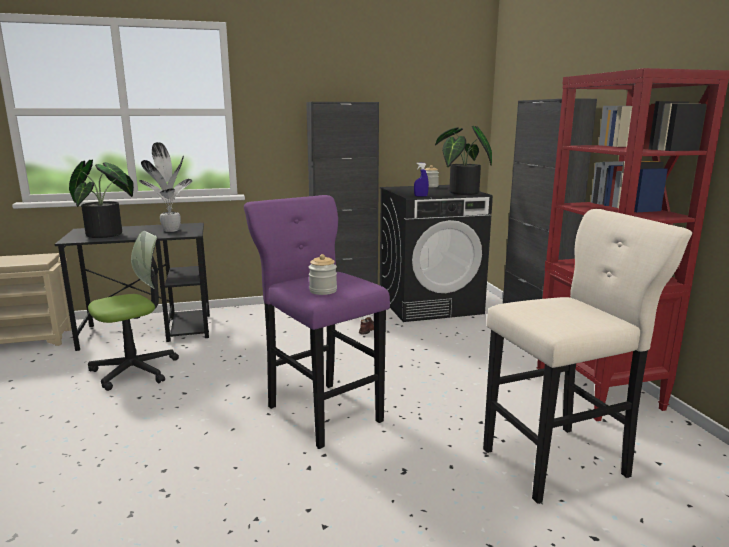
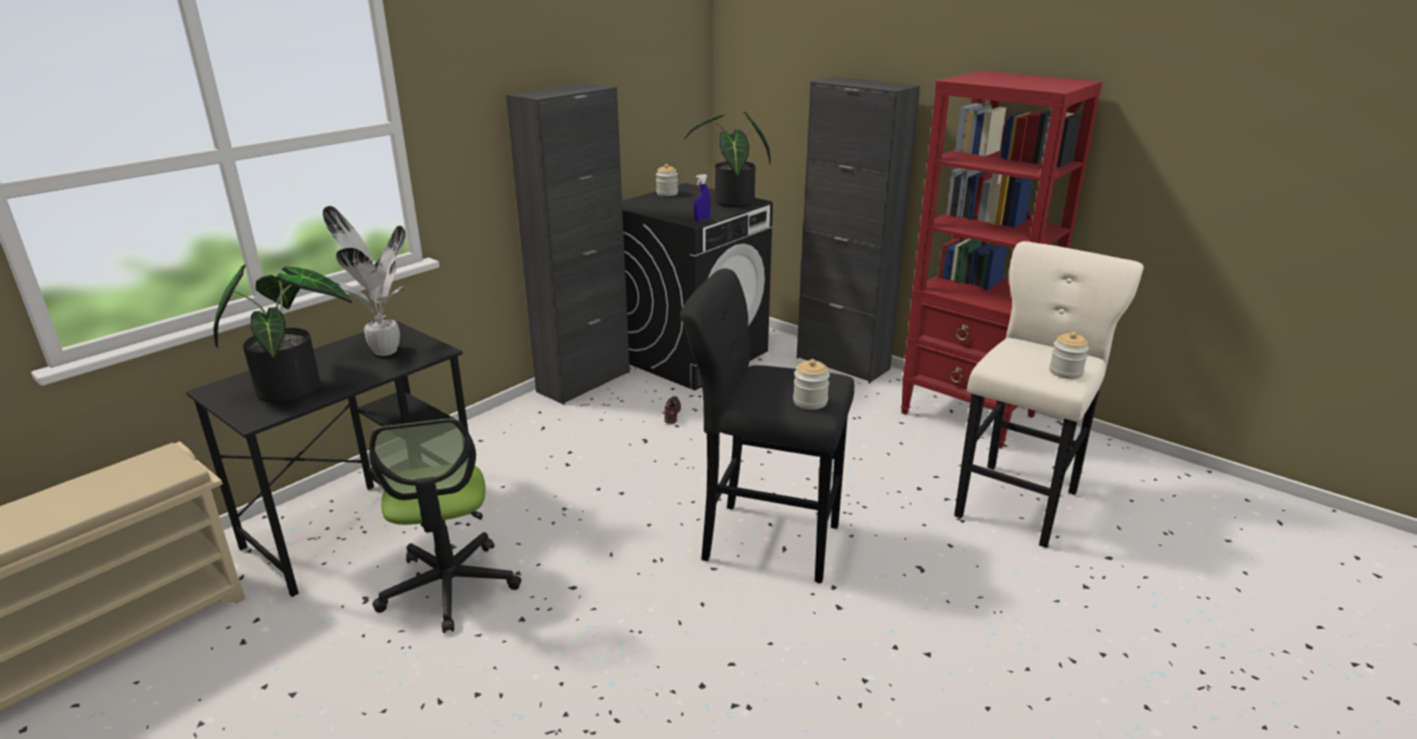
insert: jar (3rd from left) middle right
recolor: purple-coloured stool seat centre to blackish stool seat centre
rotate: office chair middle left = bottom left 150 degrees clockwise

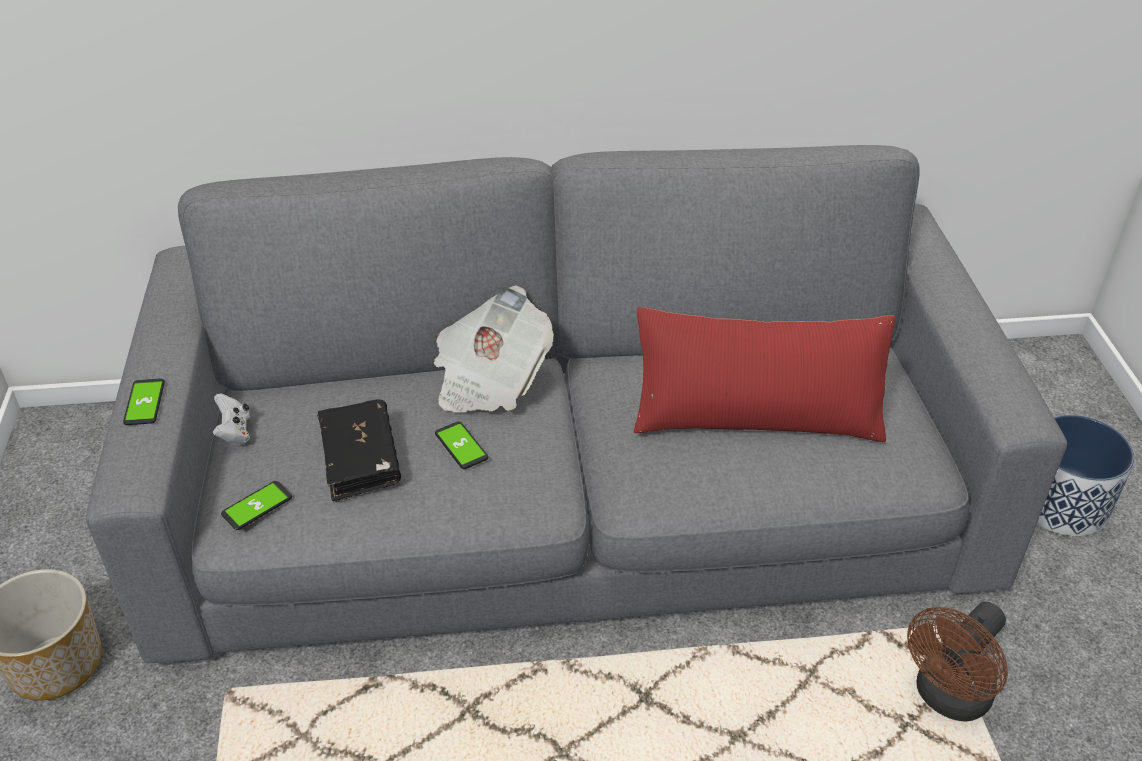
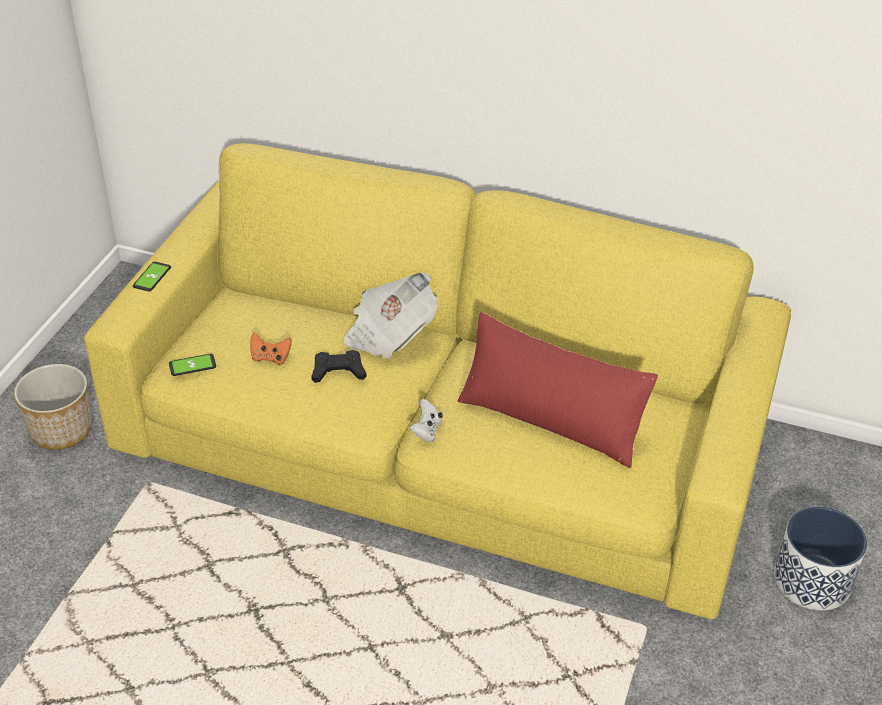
delete: brownish cooling fan bottom right
move: whitish gamepad middle left to centre
replace: blackish volume middle left to orangey gamepad middle left; telephone (3rd from left) centre to blackish gamepad centre
recolor: gray couch centre to yellow-coloured couch centre

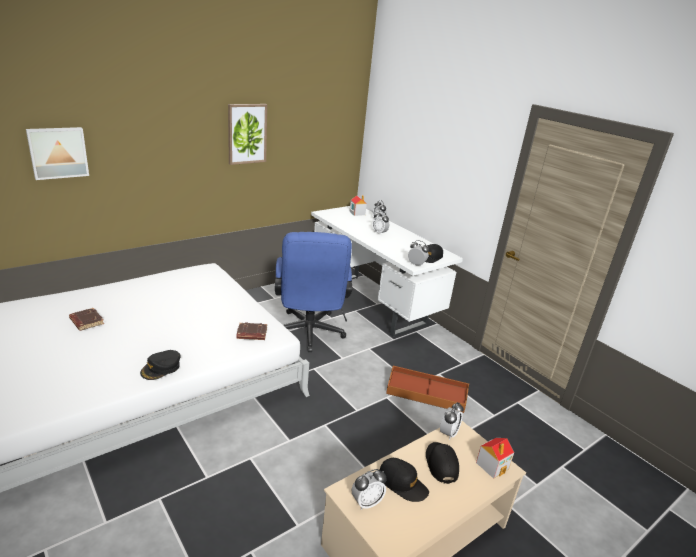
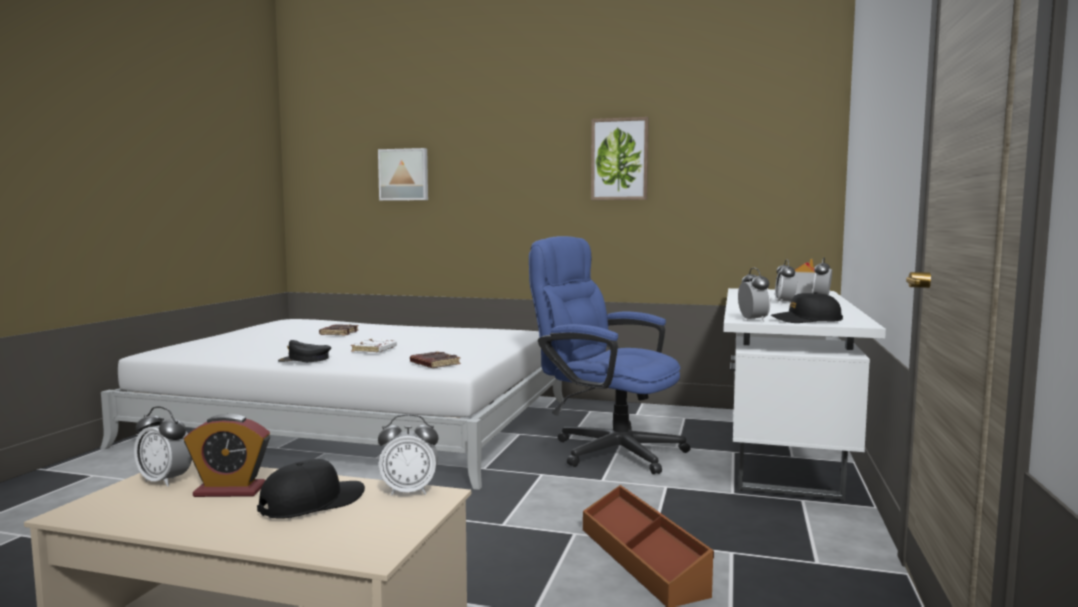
delete: miniature house (2nd from left) bottom right
insert: whitish volume centre
replace: blackish cap (2nd from left) bottom centre to bedside clock (2nd from left) bottom left
rotate: blue-coloured office chair centre = centre 75 degrees clockwise

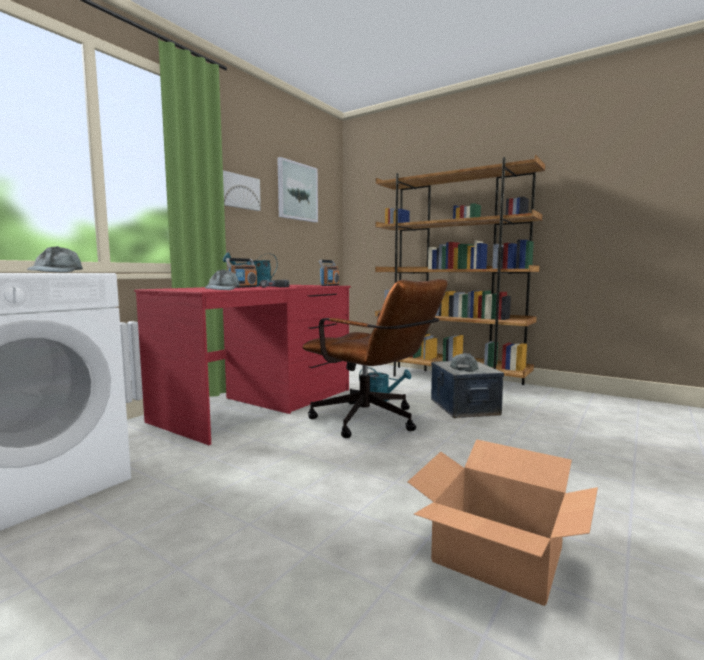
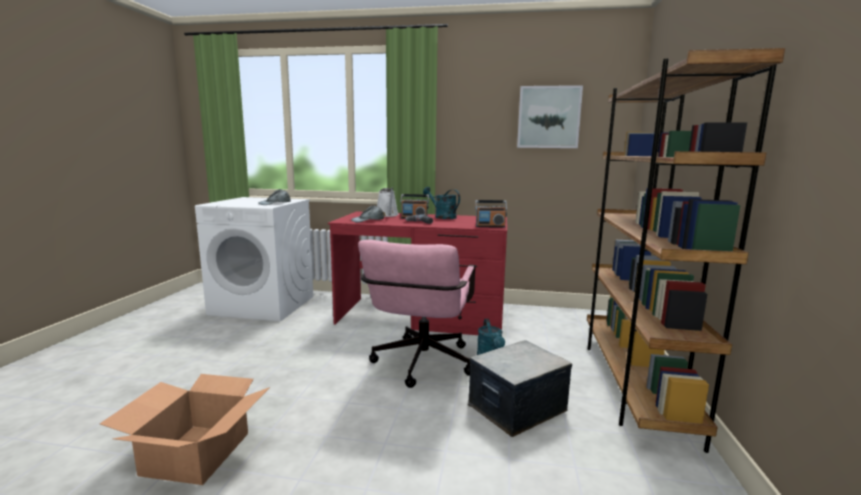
delete: wall picture (1st from left) top centre; gray cap (3rd from left) centre
insert: whitish watering can centre
recolor: brownish office chair centre to pink office chair centre

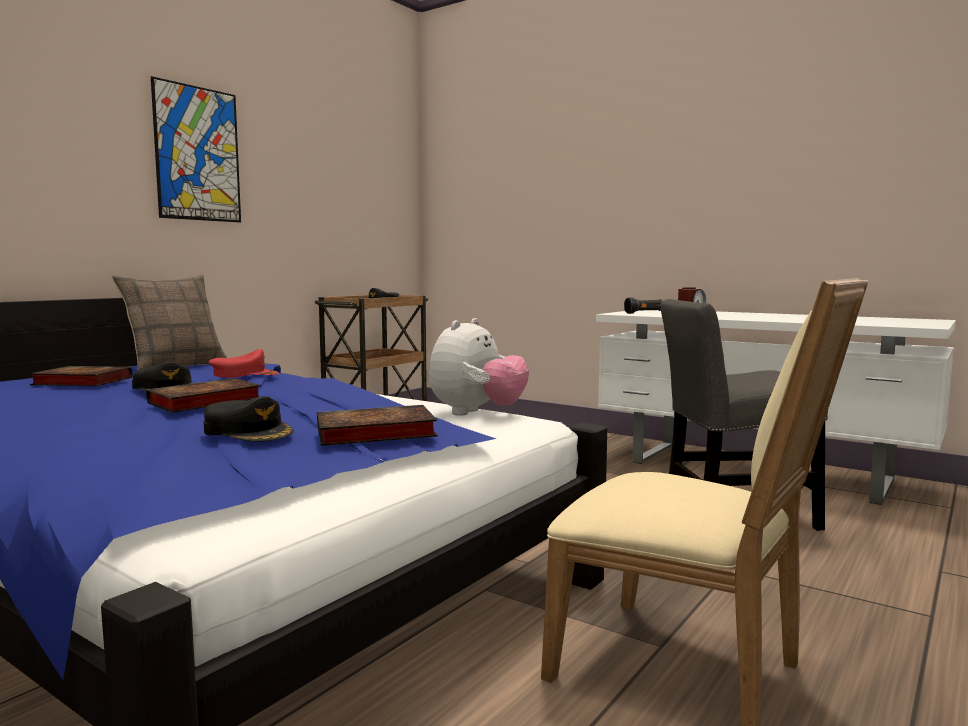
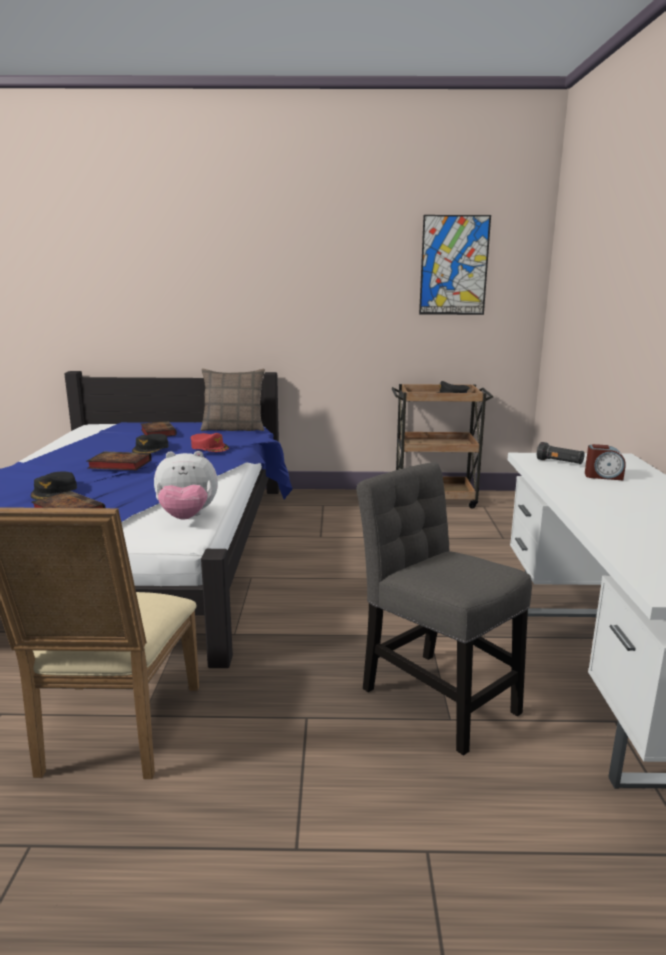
move: wall picture top left to top right

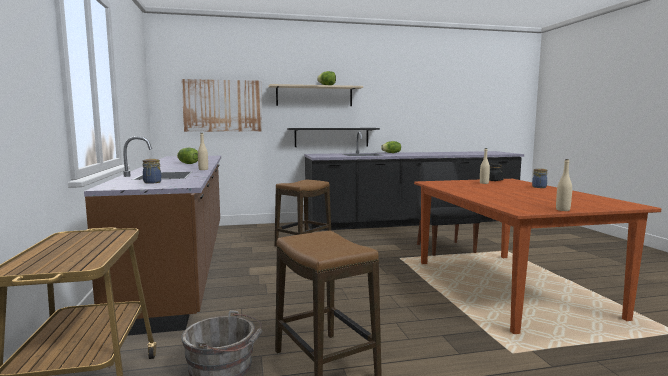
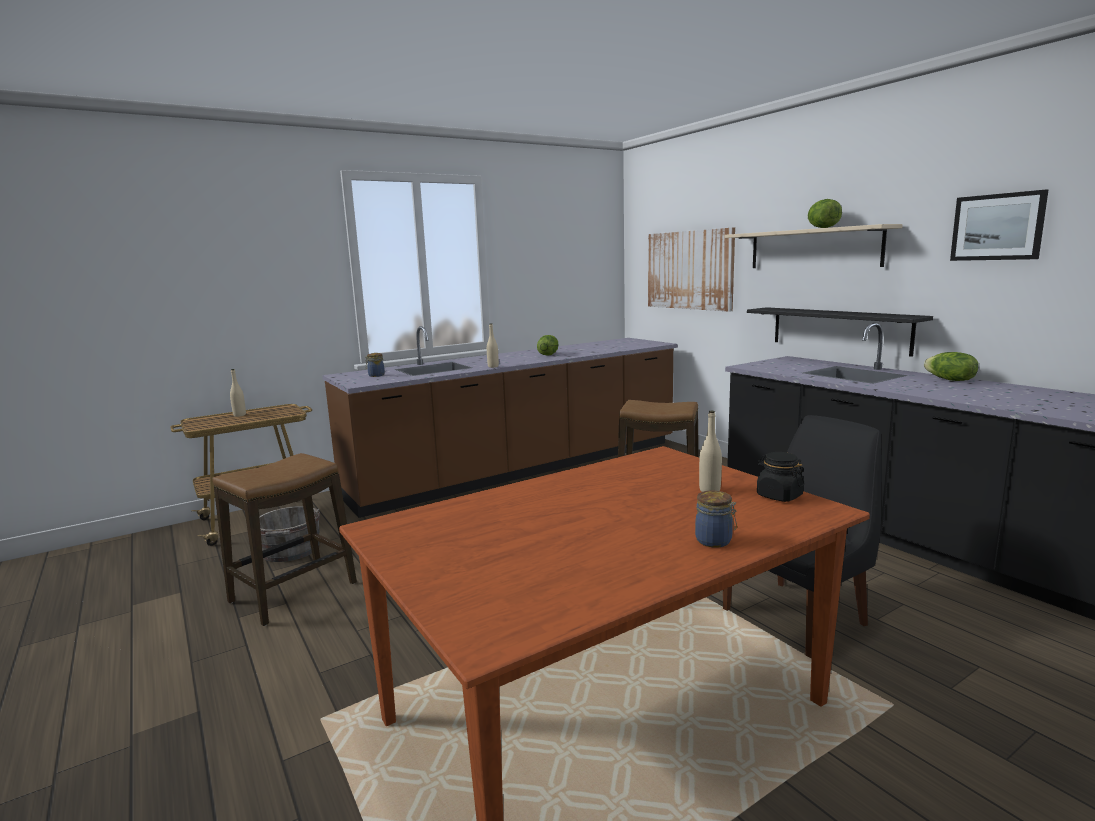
insert: wall picture (2nd from left) top right
move: sand-coloured beverage bottle (3rd from left in the first image) middle right to sand-coloured beverage bottle (1st from left) middle left

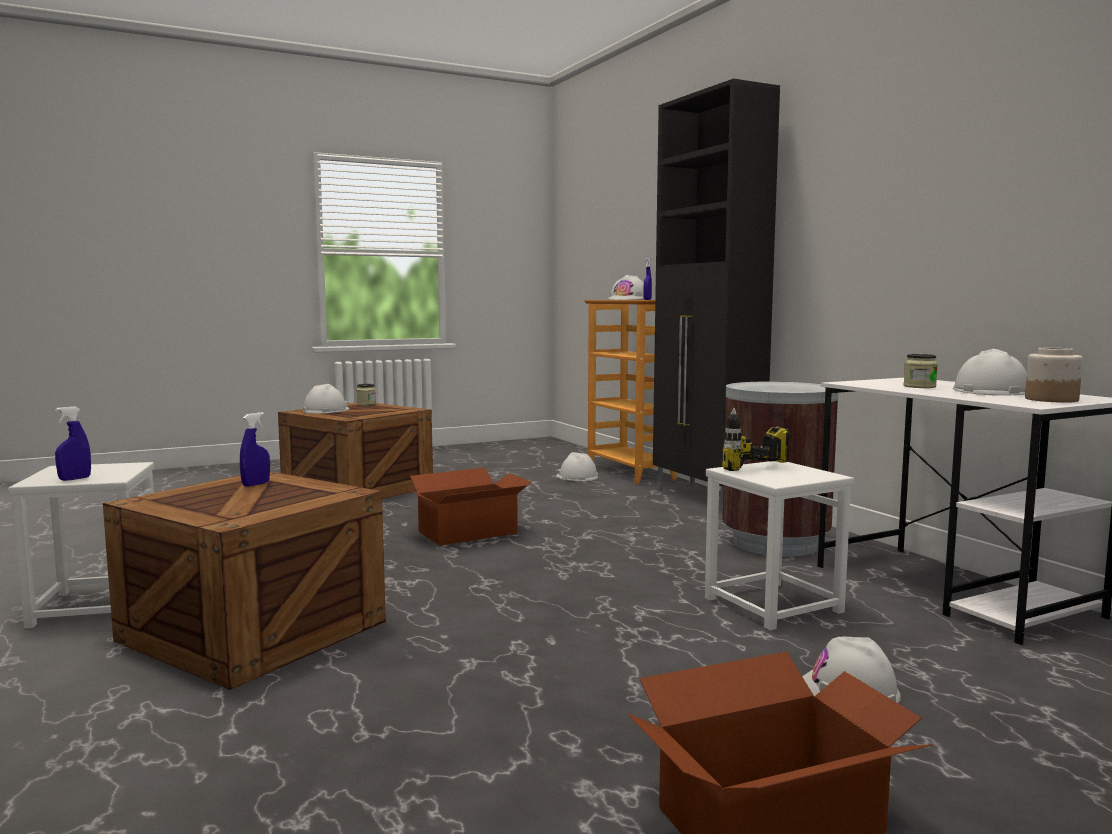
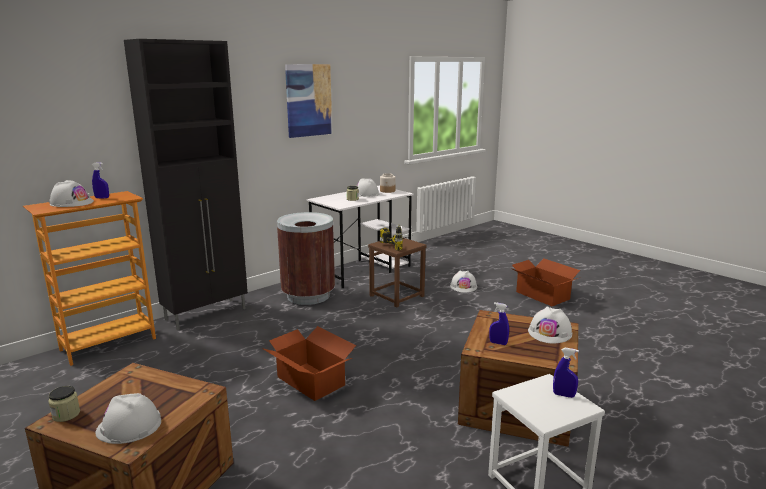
insert: wall picture top centre
move: whitish work helmet (2nd from left in the first image) centre to whitish work helmet (5th from left) middle right
recolor: whitish stool seat (2nd from left) middle right to brownish stool seat centre

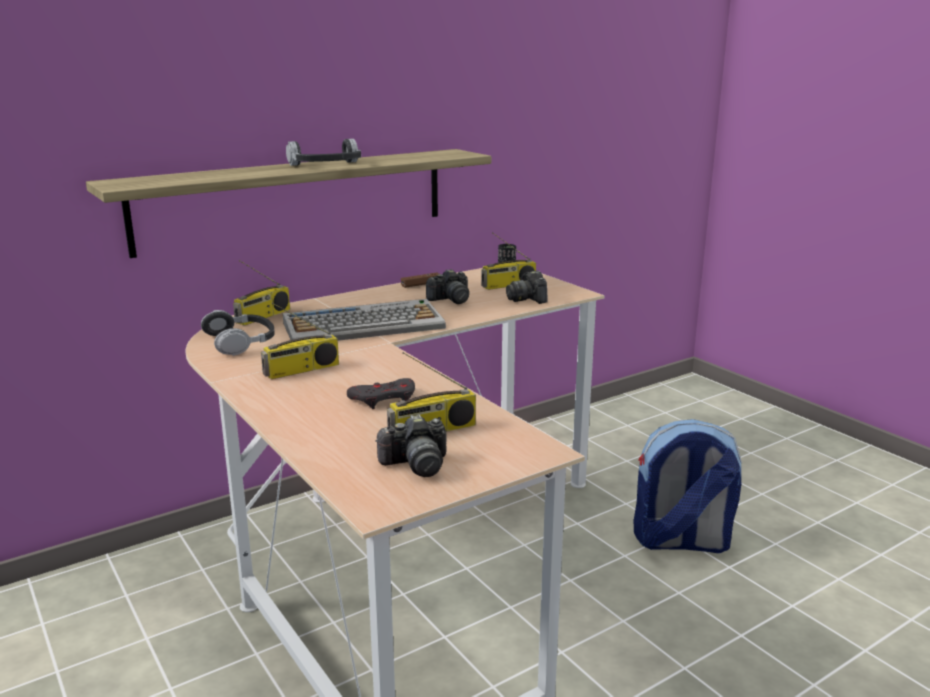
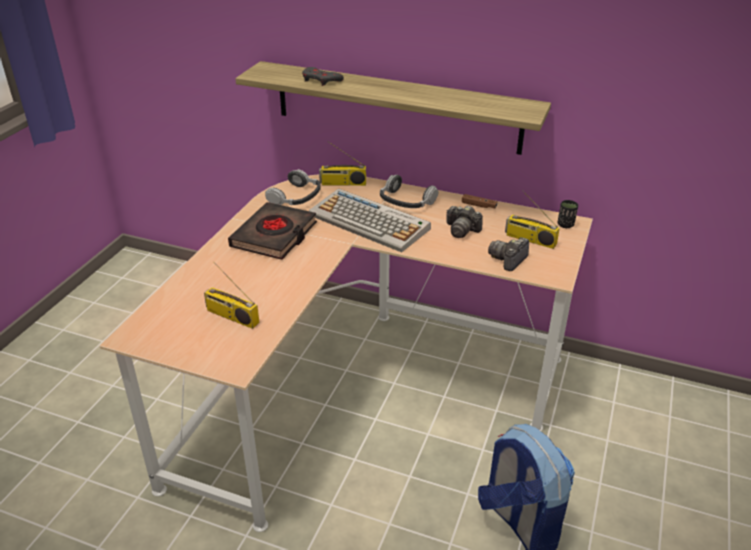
delete: still camera (1st from left) centre
move: pair of headphones (2nd from left) top centre to centre; gray gamepad centre to top centre
replace: radio receiver (2nd from left) middle left to blackish volume centre

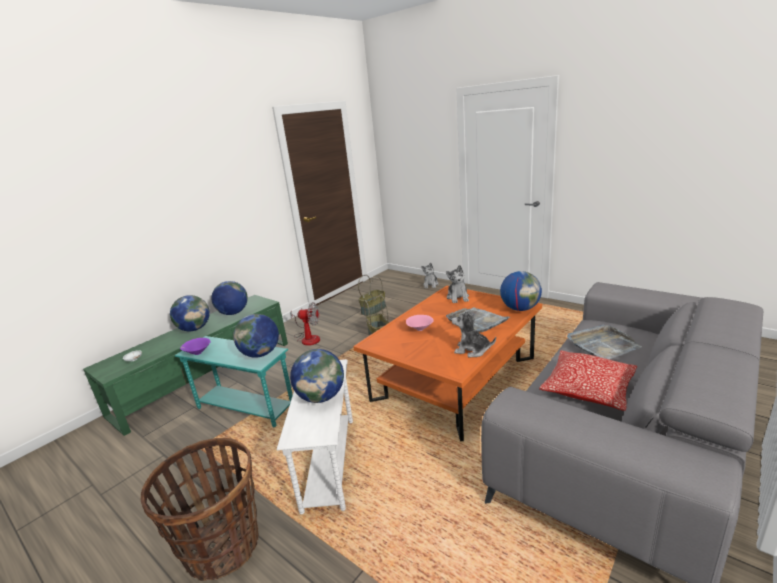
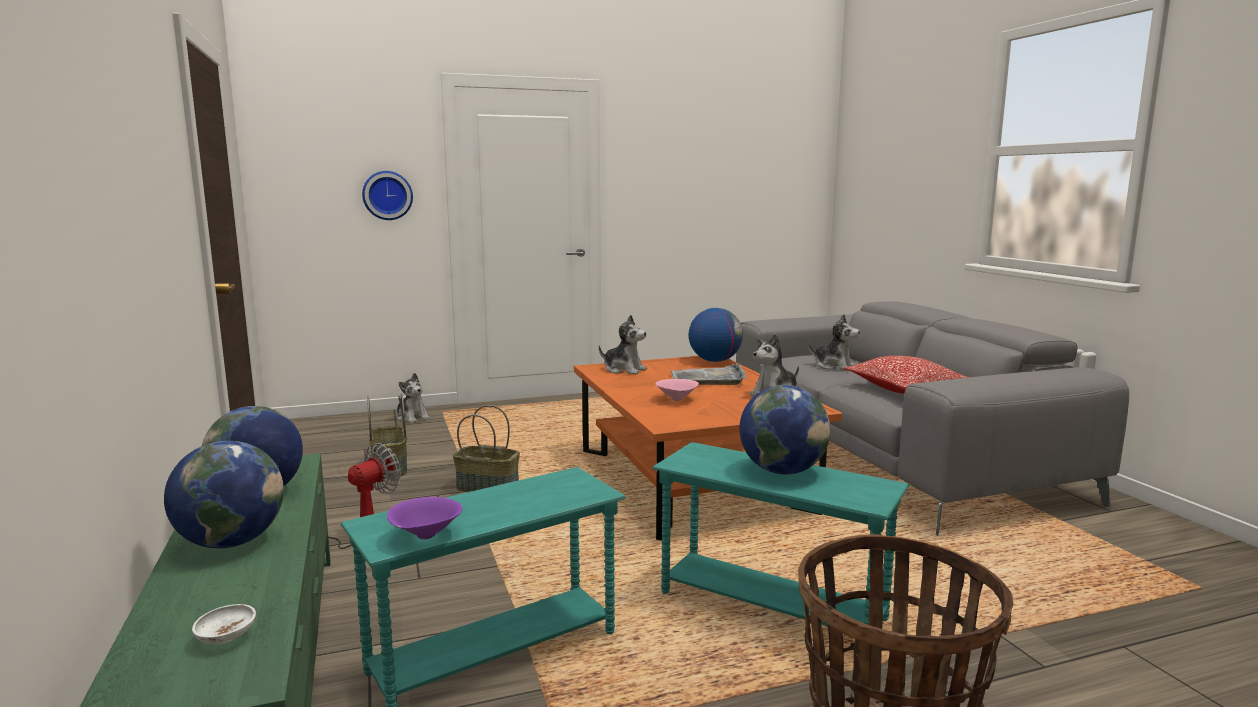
delete: world globe (3rd from left) middle left
insert: hanging clock top left
replace: gray carrying tray (2nd from left) middle right to soft toy (4th from left) centre
recolor: whitish end table bottom centre to turquoise end table (2nd from left) bottom centre

